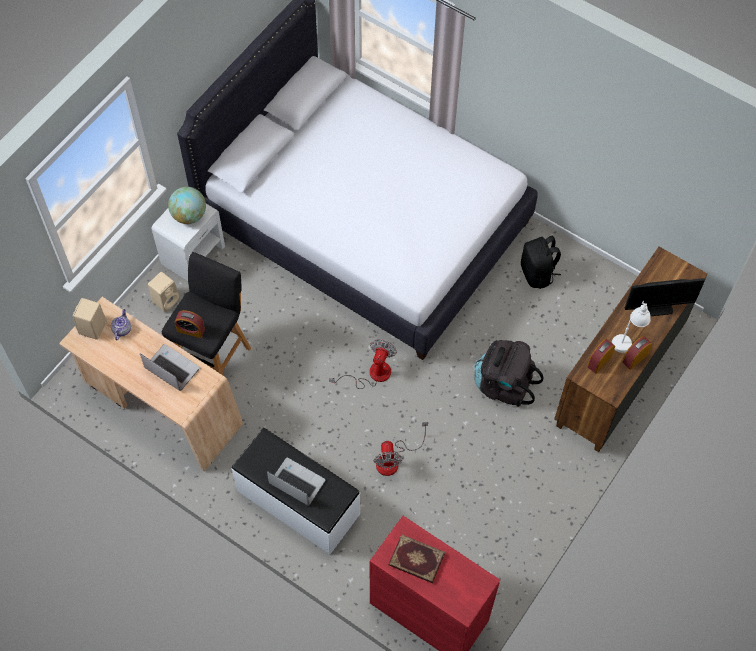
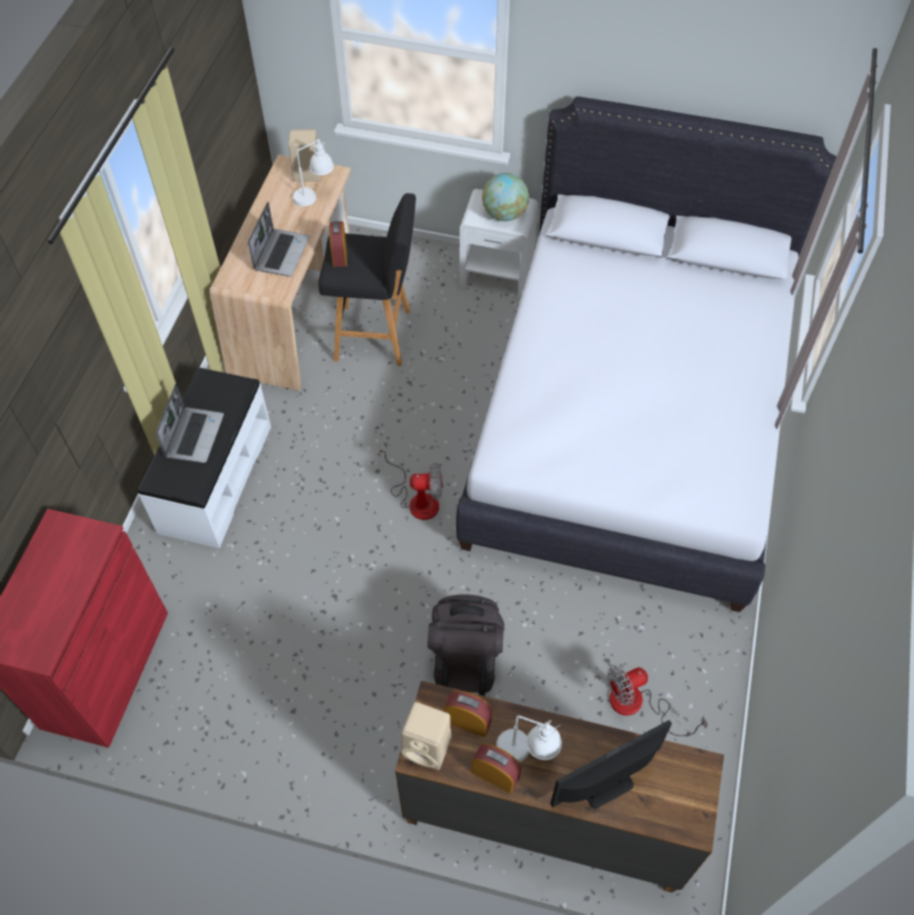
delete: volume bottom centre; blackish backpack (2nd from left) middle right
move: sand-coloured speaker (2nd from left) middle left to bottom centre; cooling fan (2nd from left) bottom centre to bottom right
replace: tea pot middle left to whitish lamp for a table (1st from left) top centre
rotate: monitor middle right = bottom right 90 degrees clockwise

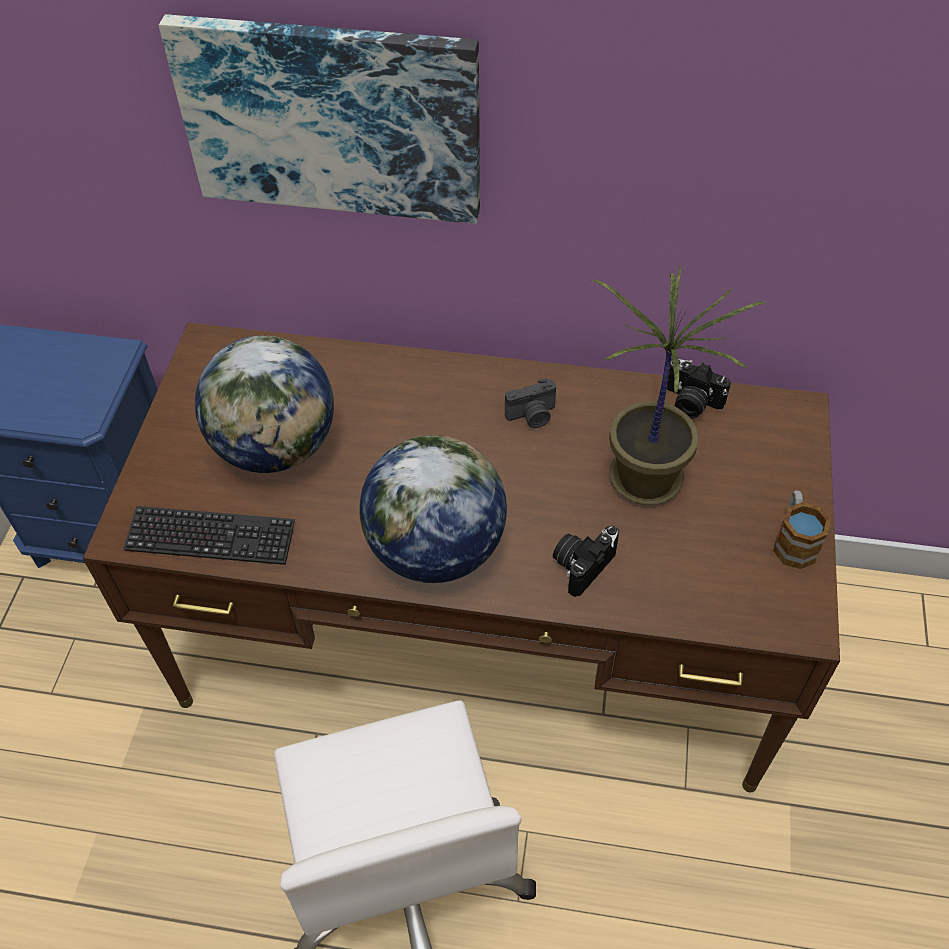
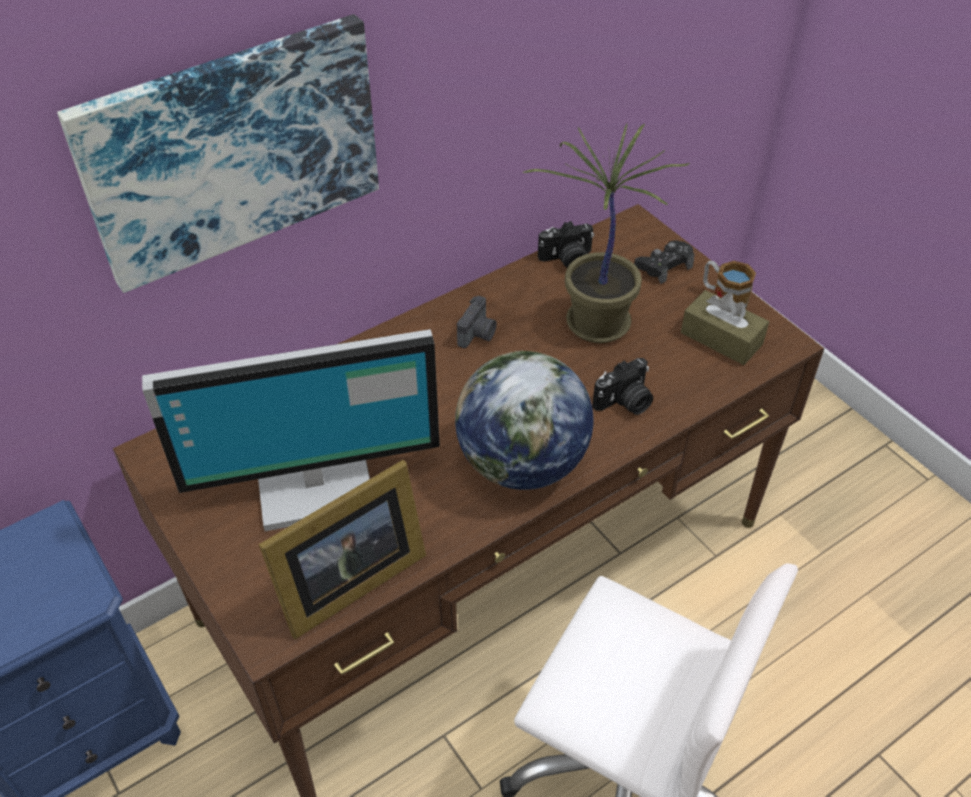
insert: blackish gamepad top right; brownish box of tissues middle right
replace: PC keyboard middle left to standing frame bottom centre; world globe (1st from left) middle left to monitor middle left
rotate: still camera (2nd from left in the first image) centre = centre 120 degrees counterclockwise

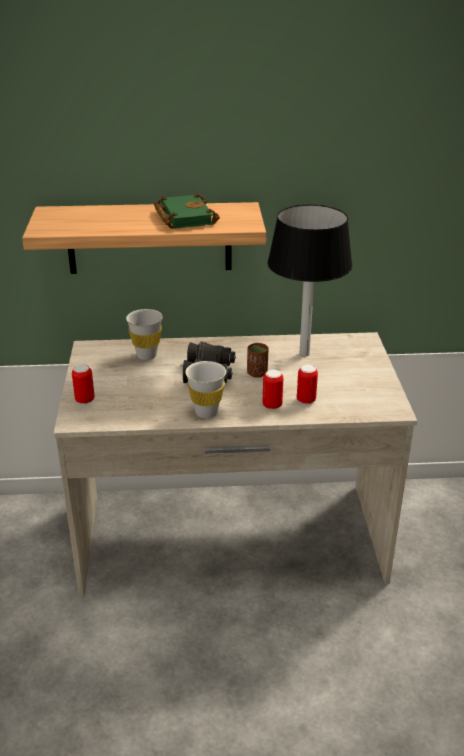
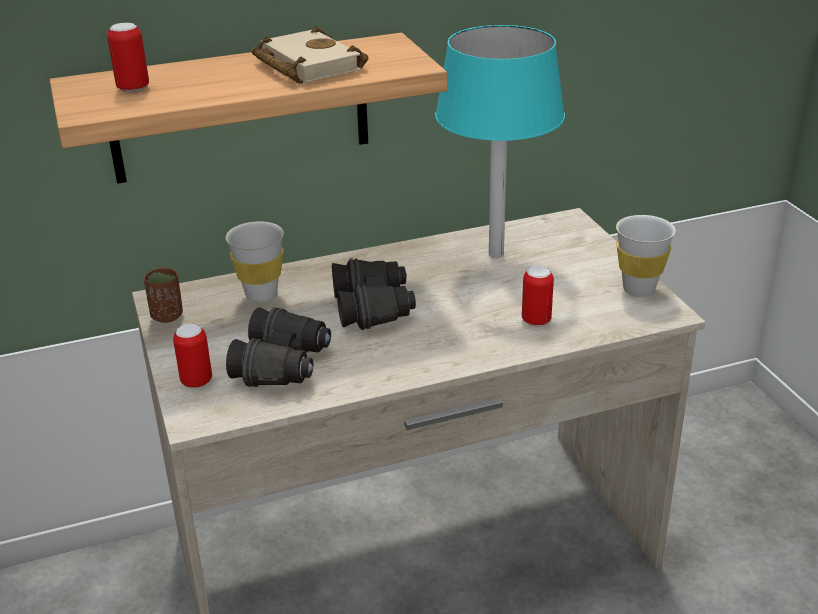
insert: blackish binoculars (1st from left) centre
move: whitish cup (2nd from left) centre to middle right; brownish cup centre to middle left; can (2nd from left in the first image) centre to can (1st from left) top left
recolor: green-coloured volume top centre to sand-coloured volume top centre; blackish lamp for a table middle right to turquoise lamp for a table top centre

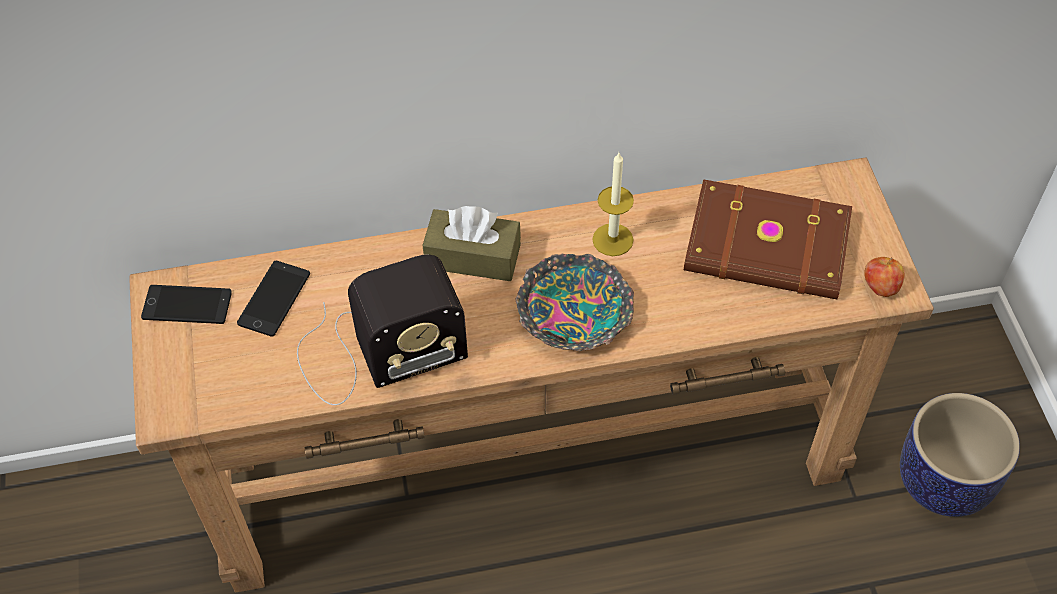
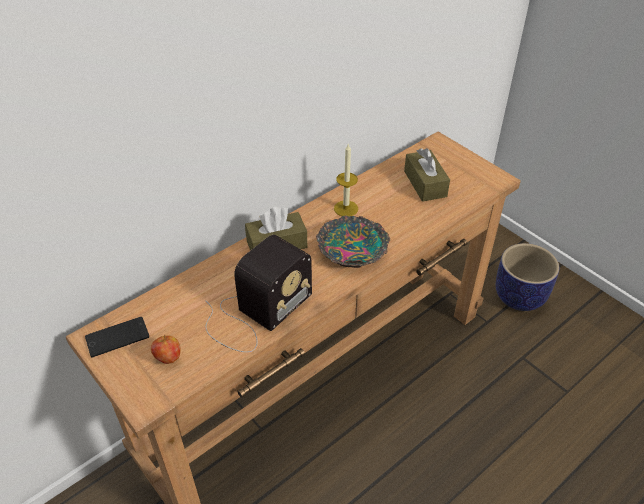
delete: telephone (2nd from left) middle left
move: apple middle right to bottom left
replace: brownish volume middle right to brownish box of tissues (2nd from left) centre

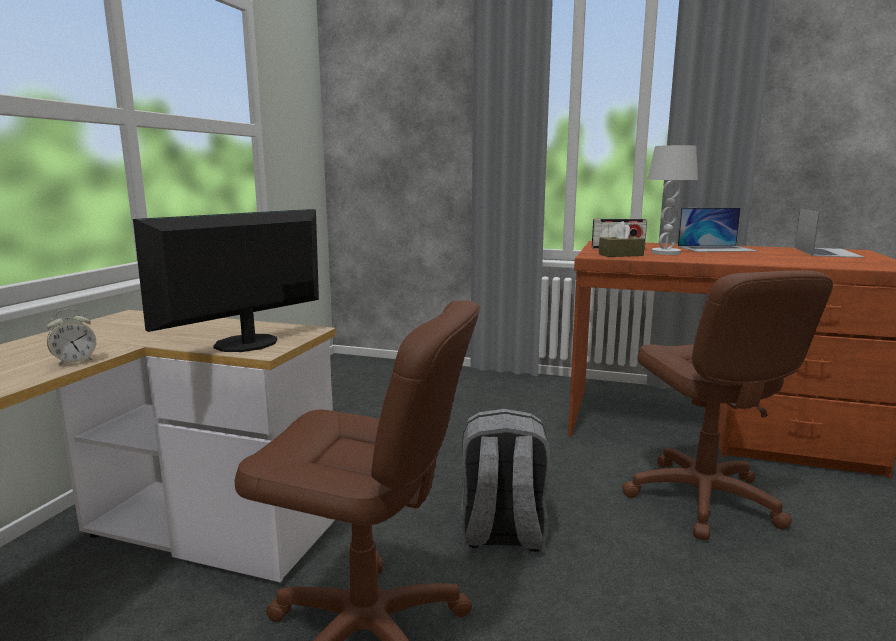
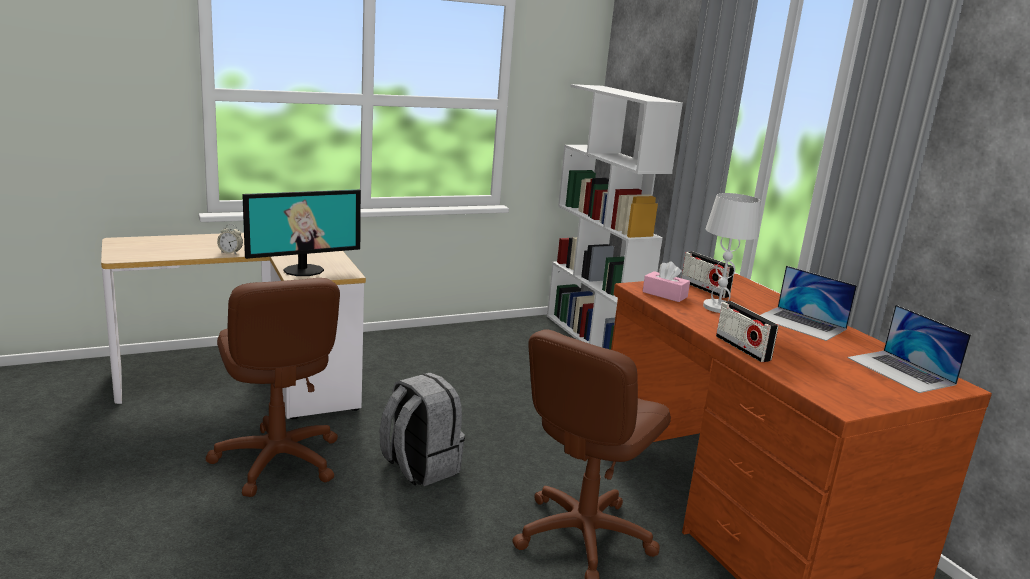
insert: whitish bookcase centre; radio receiver (2nd from left) middle right
recolor: brownish box of tissues middle right to pink box of tissues centre
rotate: monitor middle left = middle left 150 degrees clockwise; notebook computer (2nd from left) middle right = middle right 90 degrees clockwise

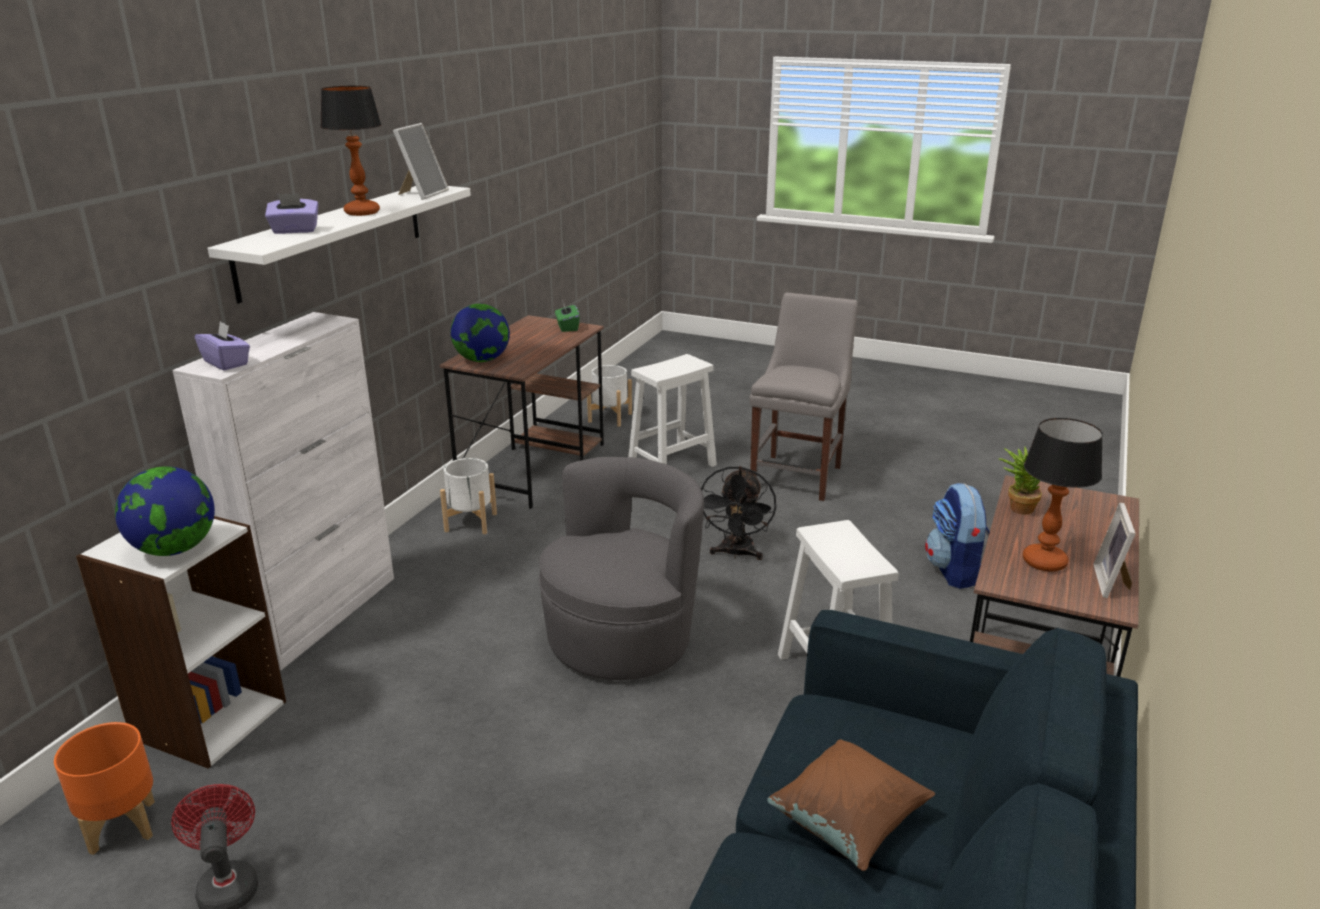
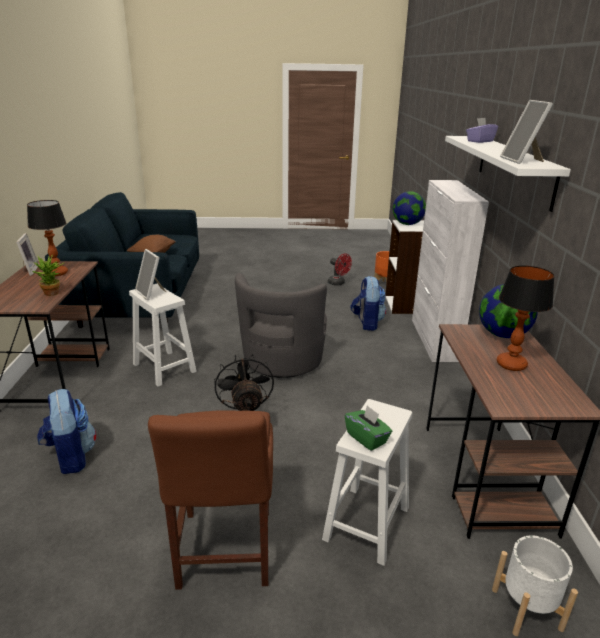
delete: purple-coloured box of tissues (1st from left) middle left; whitish plant pot (1st from left) centre
insert: standing frame (2nd from left) middle left; backpack (2nd from left) centre
move: lamp for a table (1st from left in the first image) top left to lamp for a table (2nd from left) middle right; green-coloured box of tissues centre to bottom centre
recolor: gray chair centre to brownish chair bottom centre

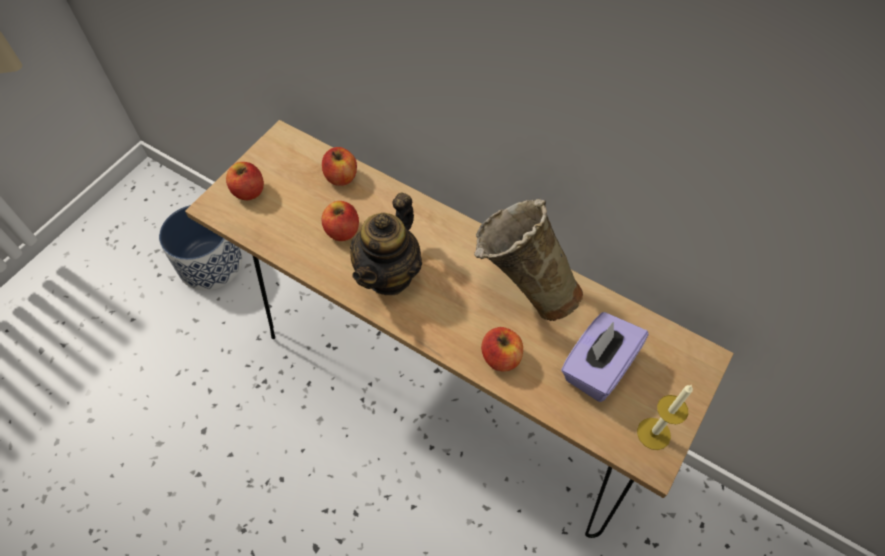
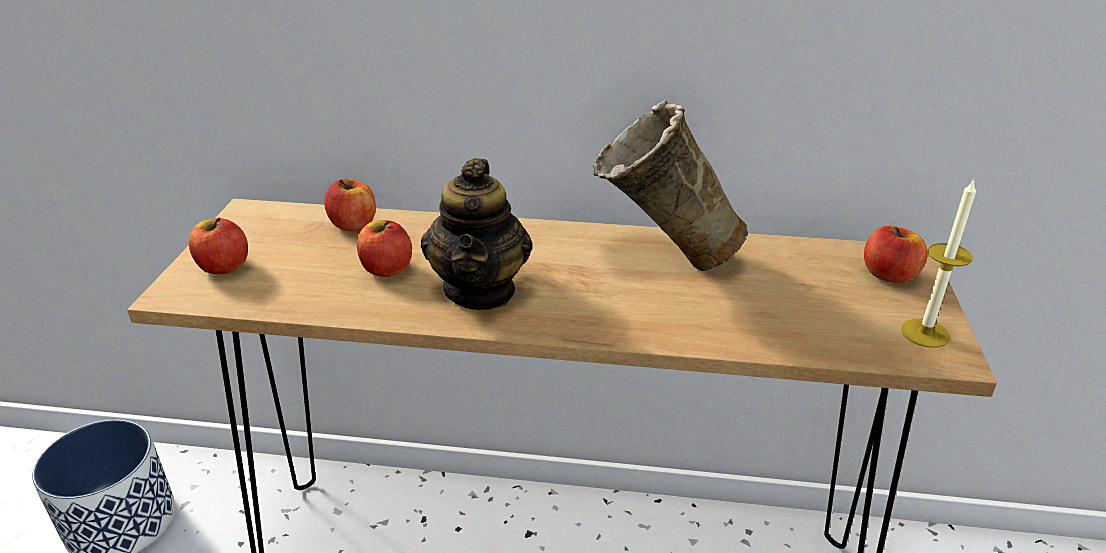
delete: purple-coloured box of tissues middle right
move: apple (4th from left) centre to middle right

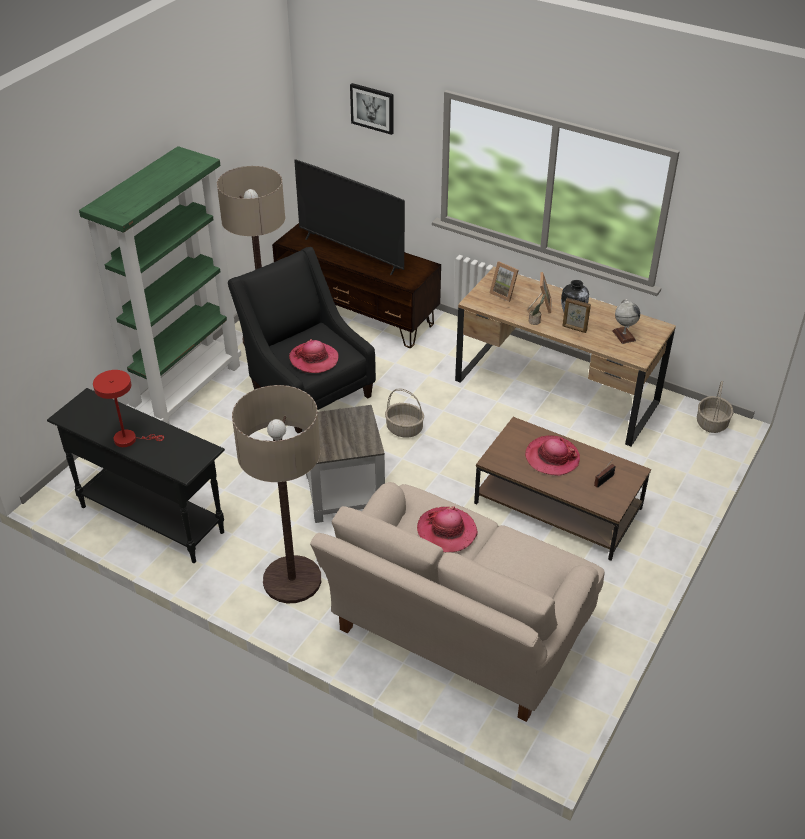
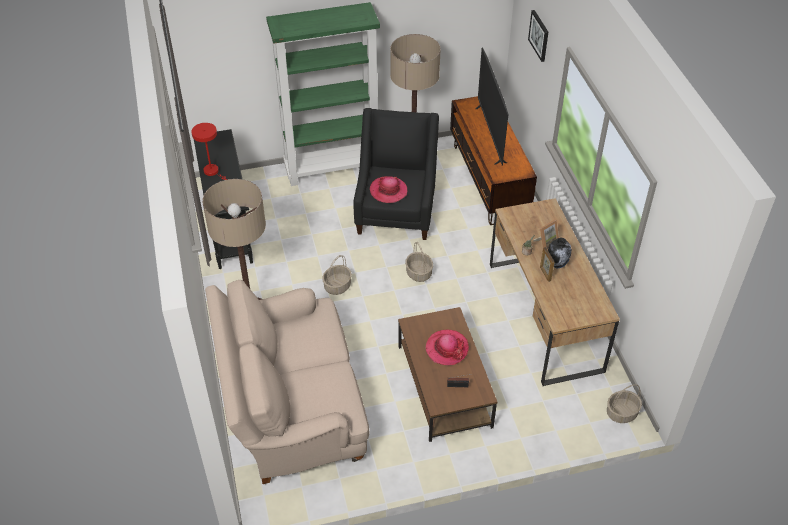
delete: clothing hat (2nd from left) centre; standing frame (1st from left) centre; world globe middle right
replace: gray end table centre to storage basket (1st from left) centre

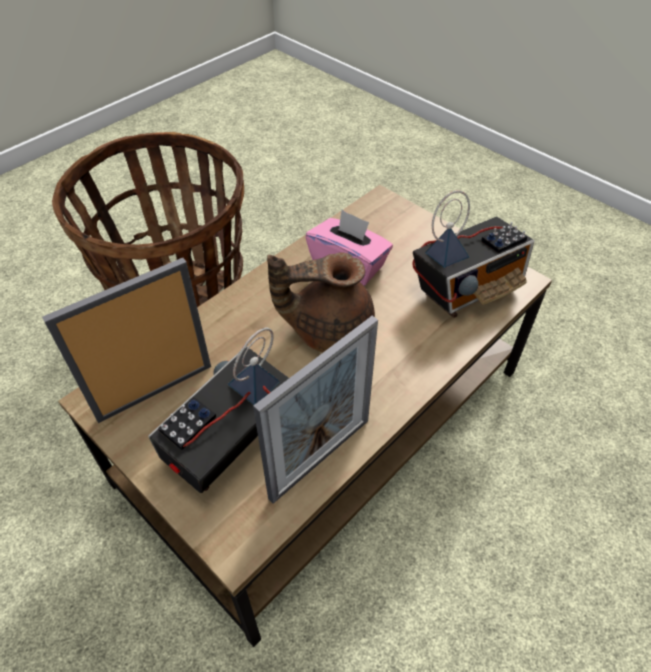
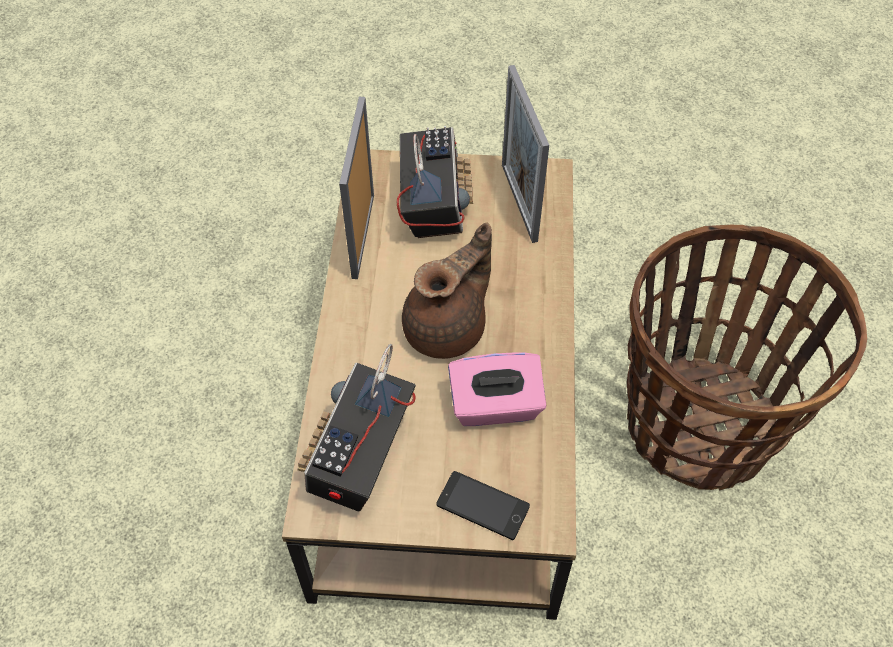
insert: telephone bottom centre
rotate: standing frame (1st from left in the first image) middle left = top centre 150 degrees clockwise

